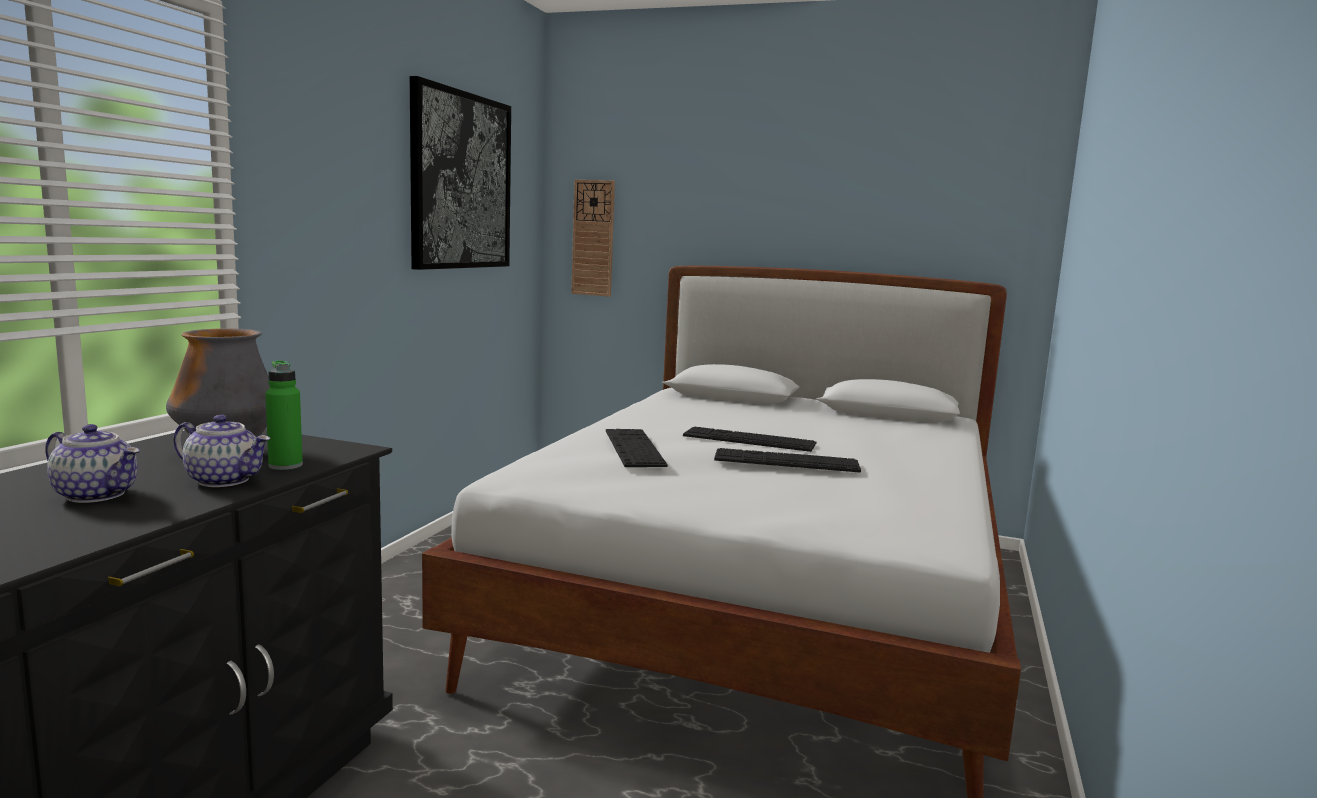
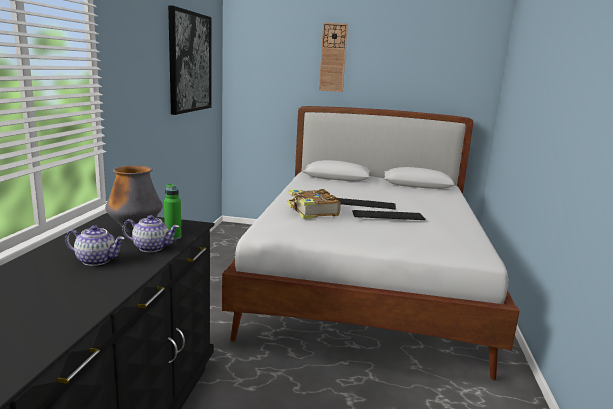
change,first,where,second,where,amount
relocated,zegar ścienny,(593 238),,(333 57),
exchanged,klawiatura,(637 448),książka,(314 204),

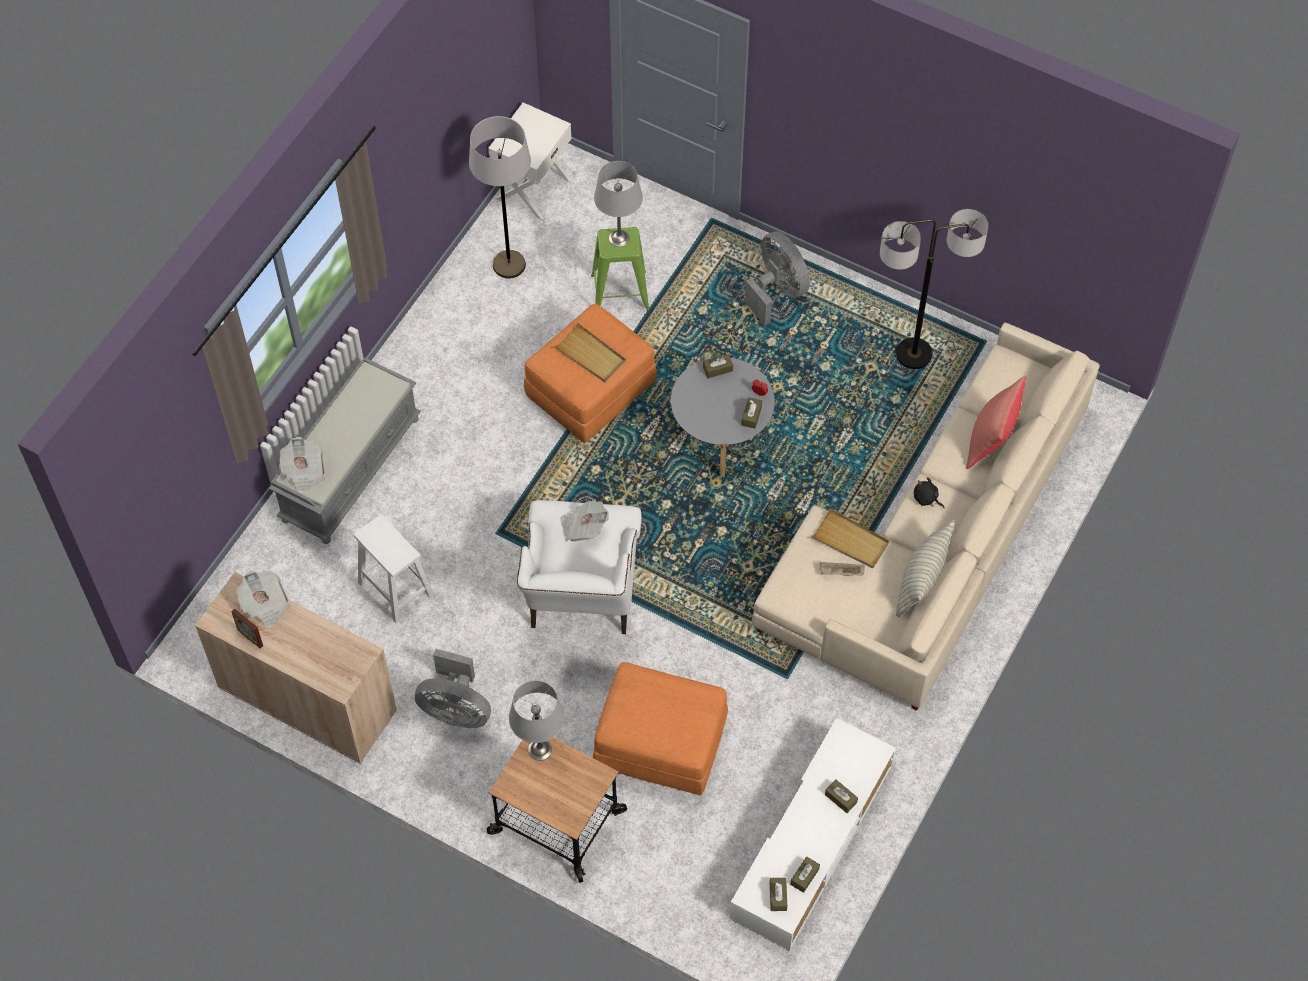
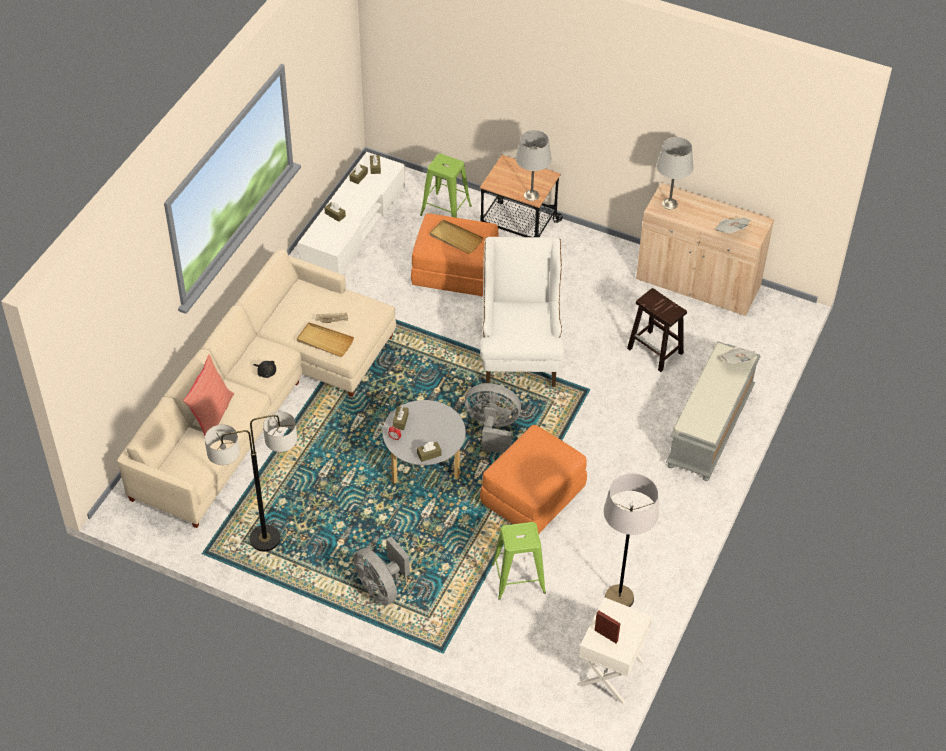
change,first,where,second,where,amount
missing,gazeta,(584 521),,,
missing,poduszka,(925 568),,,
appeared,,,stołek (zielony),(446 185),
relocated,ramka na zdjęcie,(247 629),,(607 626),
relocated,wentylator (szary),(453 688),,(493 418),
relocated,taca (beżowy),(589 352),,(457 236),
relocated,lampa stołowa (szary),(618 204),,(674 173),
colour,stołek (biały),(394 568),stołek (brązowy),(657 330),

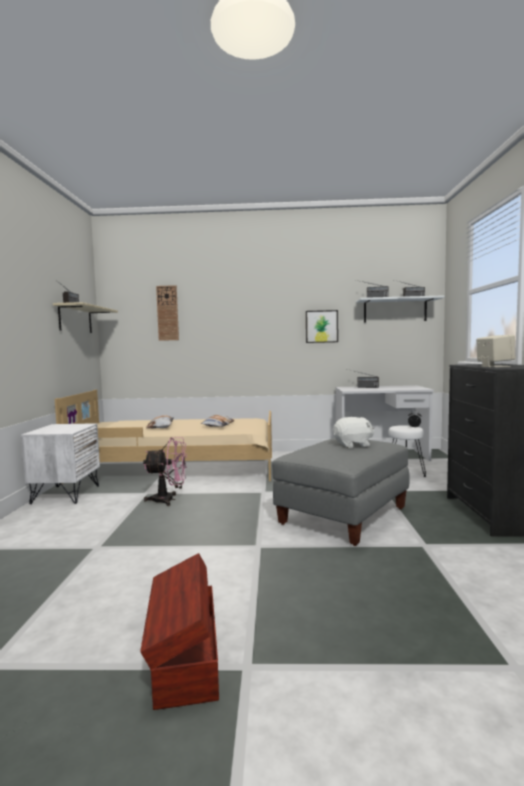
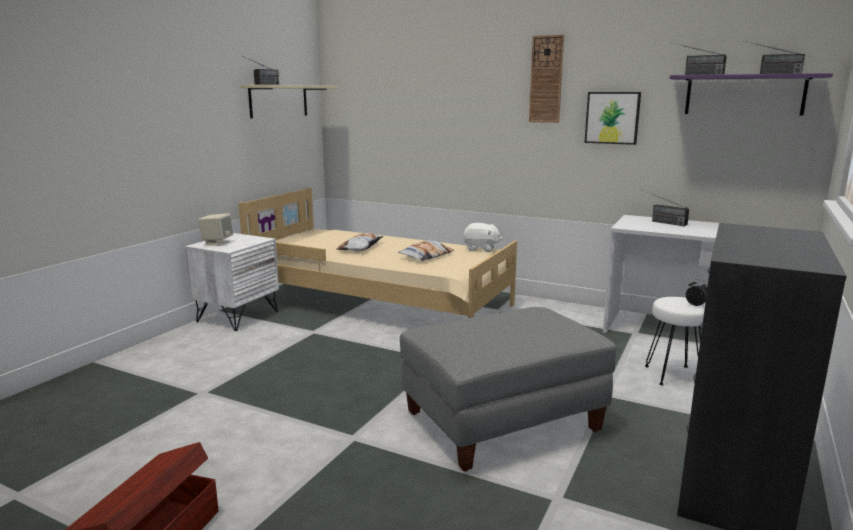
change,first,where,second,where,amount
missing,wentylator (różowy),(165 471),,,
relocated,zegar ścienny,(167 313),,(546 79),
relocated,pluszak (biały),(354 432),,(483 237),
relocated,głośnik (beżowy),(496 351),,(215 229),
colour,półka (biały),(400 309),półka (fioletowy),(751 94),

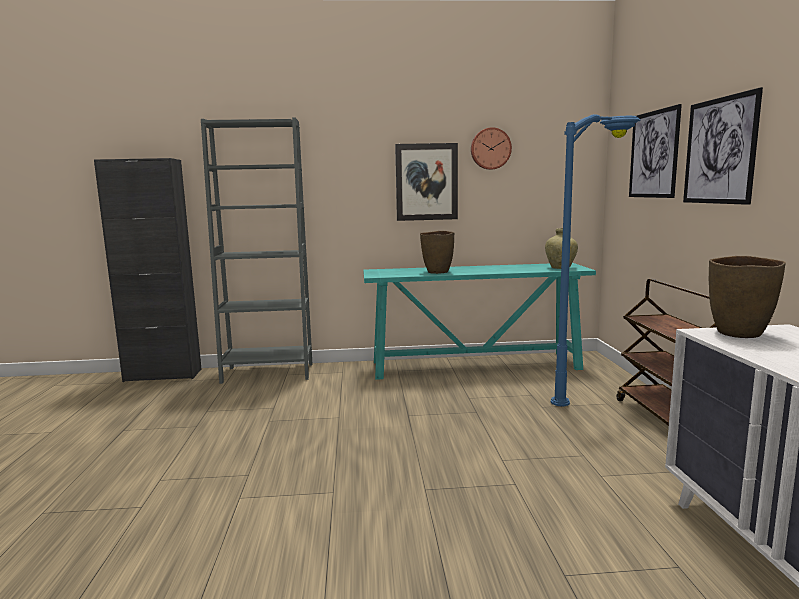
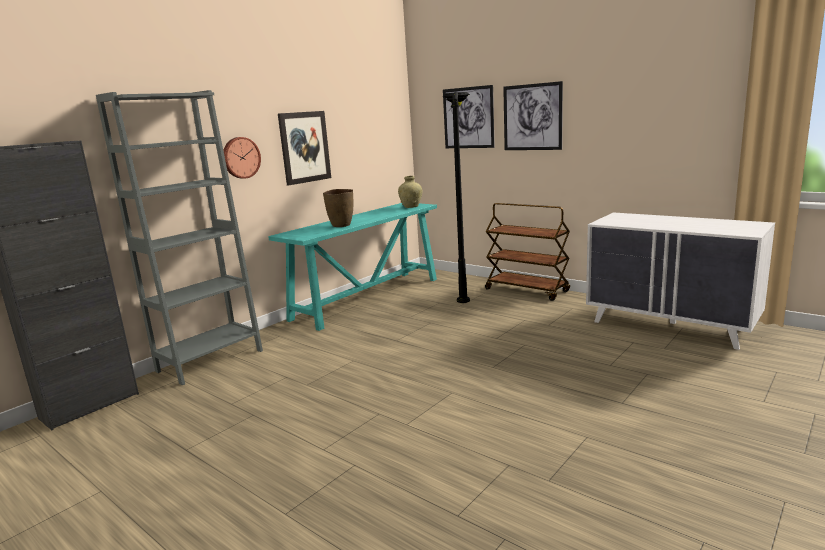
change,first,where,second,where,amount
missing,wazon (brązowy),(747 297),,,
relocated,zegar ścienny,(491 148),,(242 158),
colour,lampa stojąca (niebieski),(596 260),lampa stojąca (czarny),(456 197),

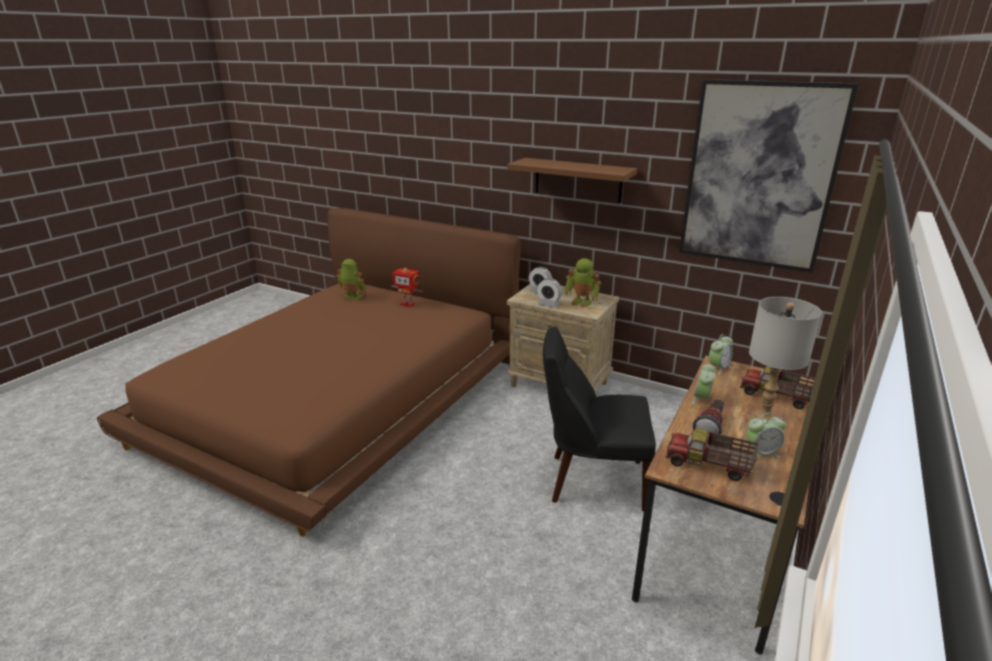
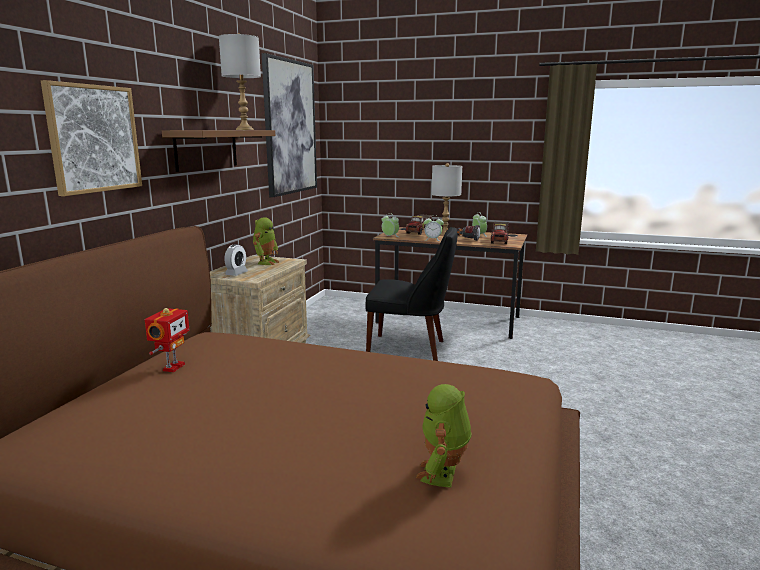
change,first,where,second,where,amount
missing,budzik,(549 293),,,
appeared,,,obraz,(91 138),
appeared,,,lampa stołowa (szary),(240 81),
relocated,robot zabawkowy,(351 279),,(444 436),
spun,krzesło (czarny),(599 419),,(411 294),75 degrees counterclockwise

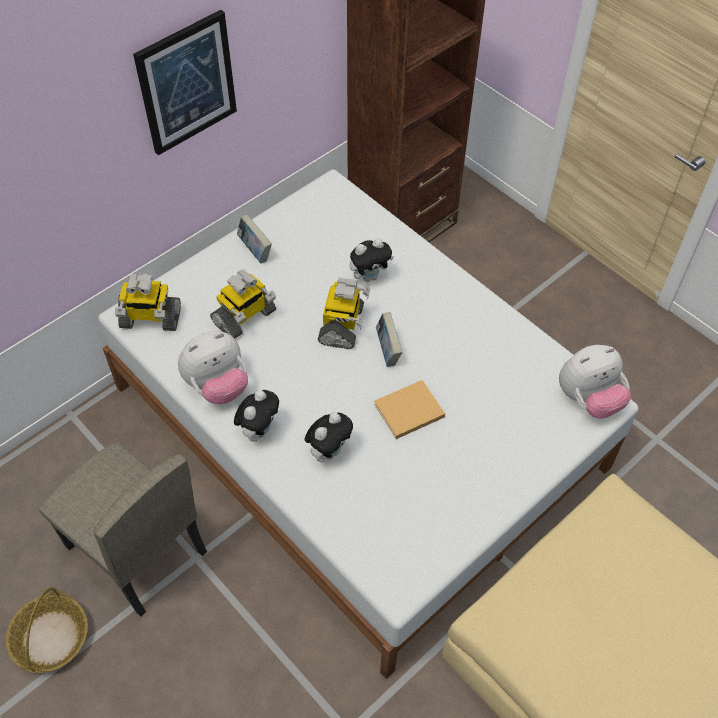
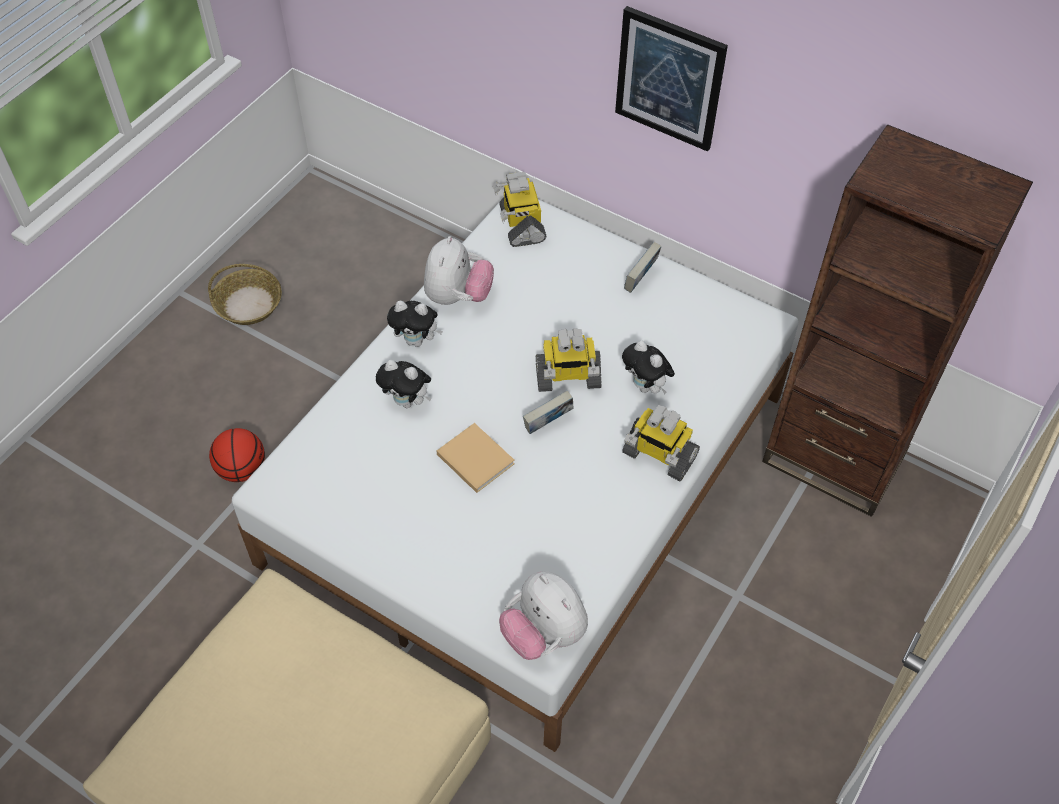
change,first,where,second,where,amount
missing,krzesło (beżowy),(123 529),,,
appeared,,,piłka do koszykówki,(237 455),
relocated,robot zabawkowy,(243 304),,(661 443),
spun,pluszak,(213 367),,(459 270),120 degrees counterclockwise

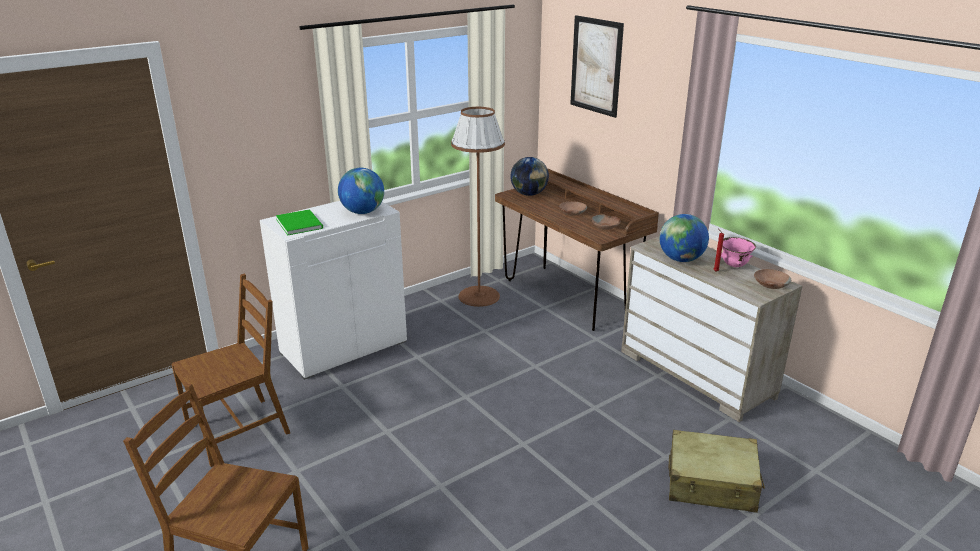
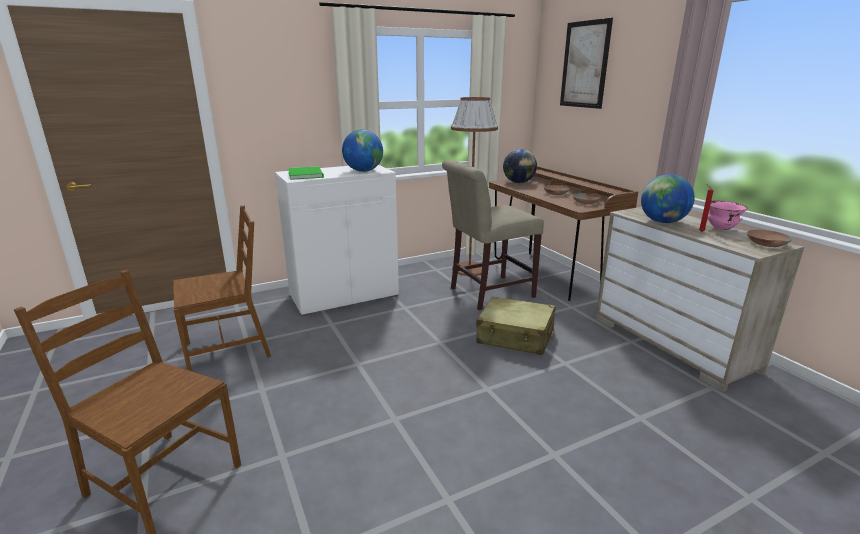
change,first,where,second,where,amount
appeared,,,krzesło (beżowy),(493 235),
relocated,walizka (beżowy),(716 471),,(515 326),

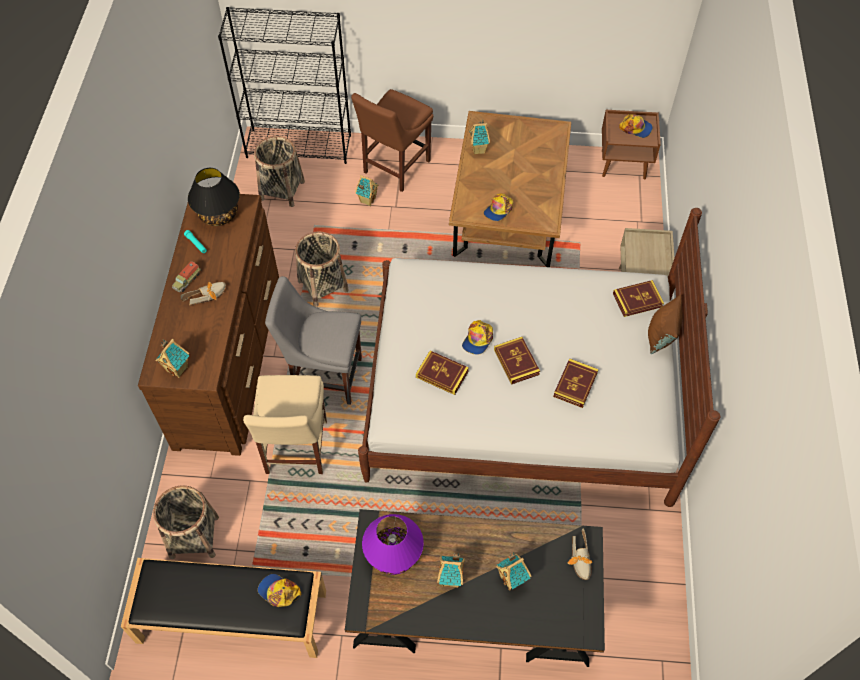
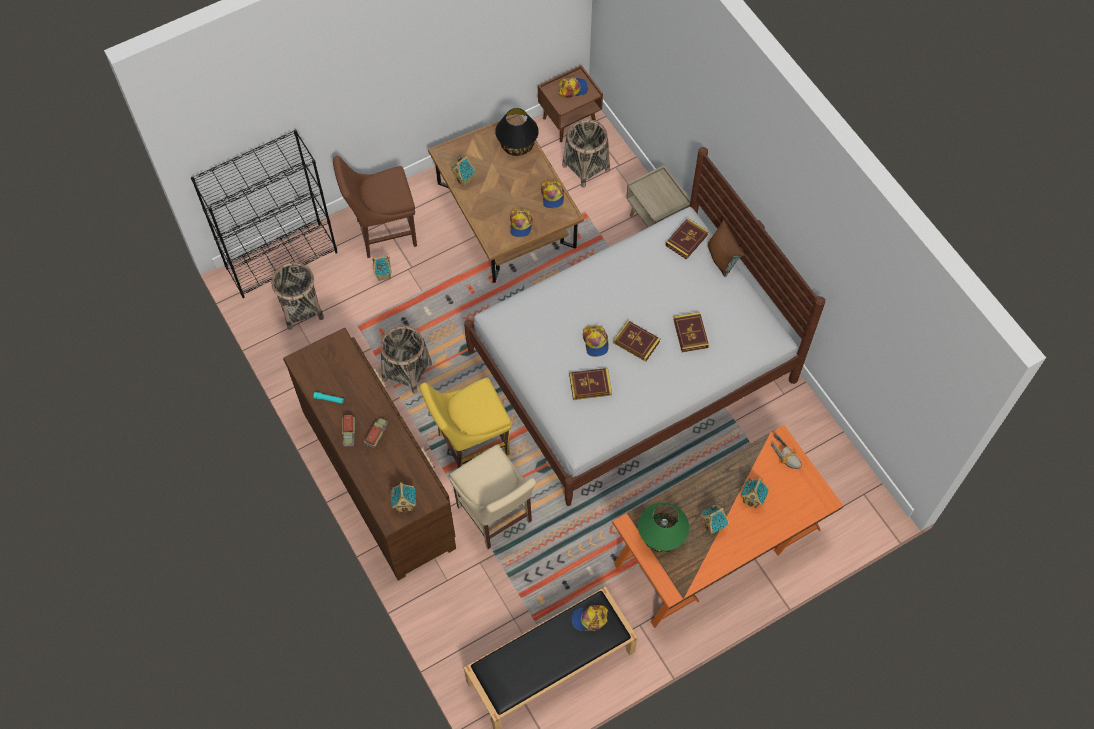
change,first,where,second,where,amount
appeared,,,czapka z daszkiem,(552 194),
relocated,koszyk,(186 522),,(586 153),
relocated,lampa stołowa (czarny),(214 197),,(517 132),
exchanged,but,(203 294),ciężarówka zabawkowa,(376 433),
colour,krzesło (szary),(313 340),krzesło (żółty),(465 422),
colour,biurko (czarny),(475 588),biurko (pomarańczowy),(727 526),
colour,lampa stołowa (fioletowy),(393 544),lampa stołowa (zielony),(663 527),
spun,krzesło (brązowy),(392 140),,(375 207),75 degrees clockwise

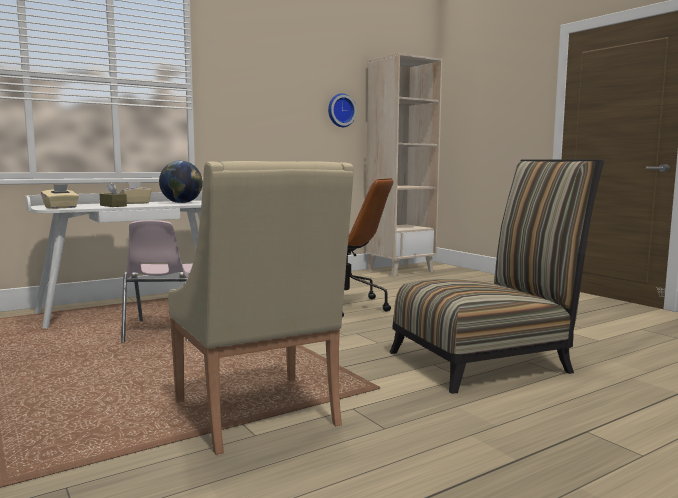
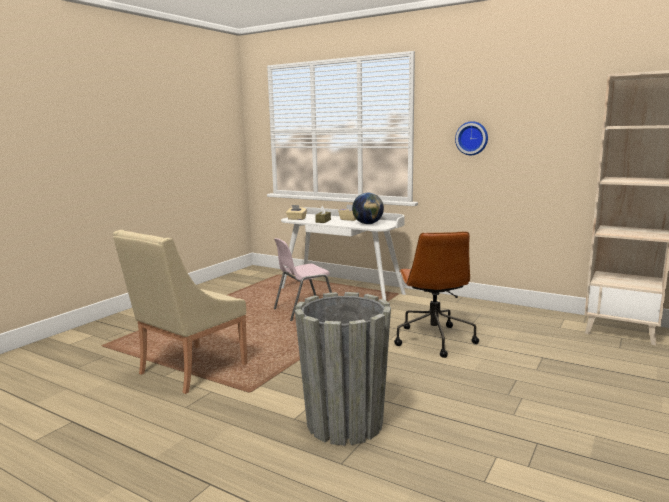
change,first,where,second,where,amount
relocated,zegar ścienny,(342 110),,(471 138),
exchanged,krzesło,(496 276),donica (szary),(343 368),

